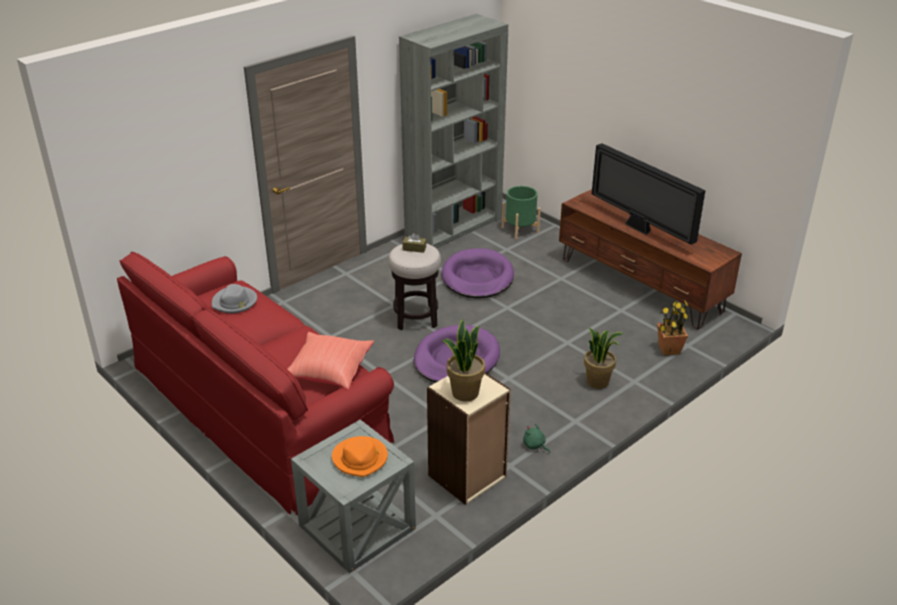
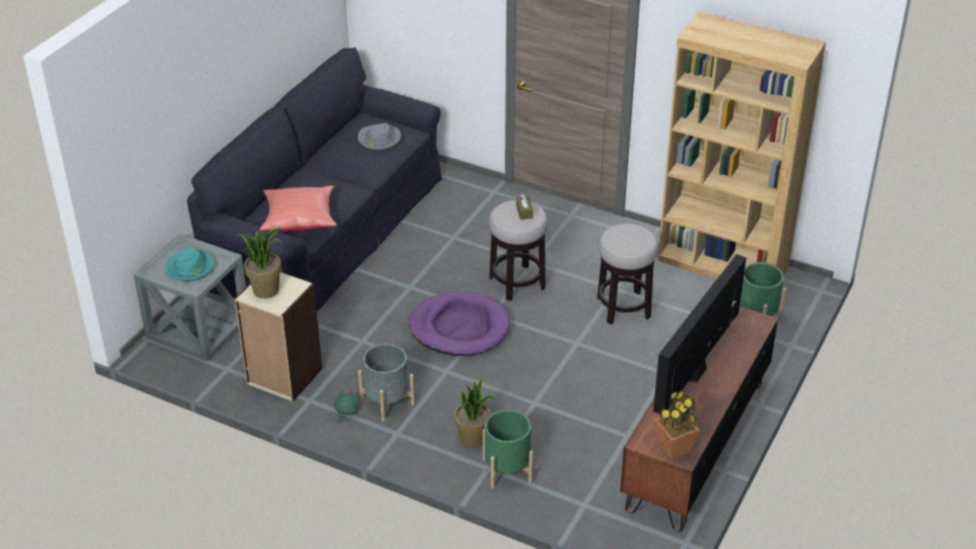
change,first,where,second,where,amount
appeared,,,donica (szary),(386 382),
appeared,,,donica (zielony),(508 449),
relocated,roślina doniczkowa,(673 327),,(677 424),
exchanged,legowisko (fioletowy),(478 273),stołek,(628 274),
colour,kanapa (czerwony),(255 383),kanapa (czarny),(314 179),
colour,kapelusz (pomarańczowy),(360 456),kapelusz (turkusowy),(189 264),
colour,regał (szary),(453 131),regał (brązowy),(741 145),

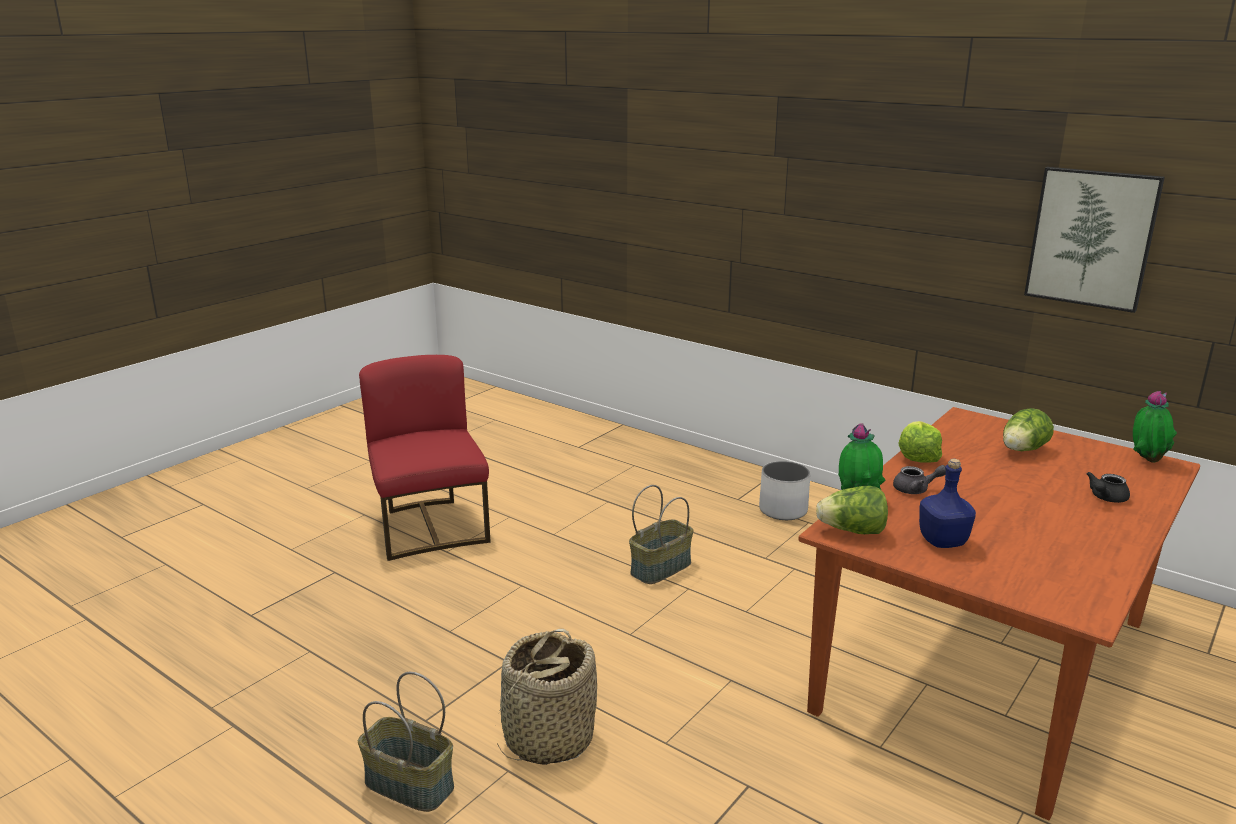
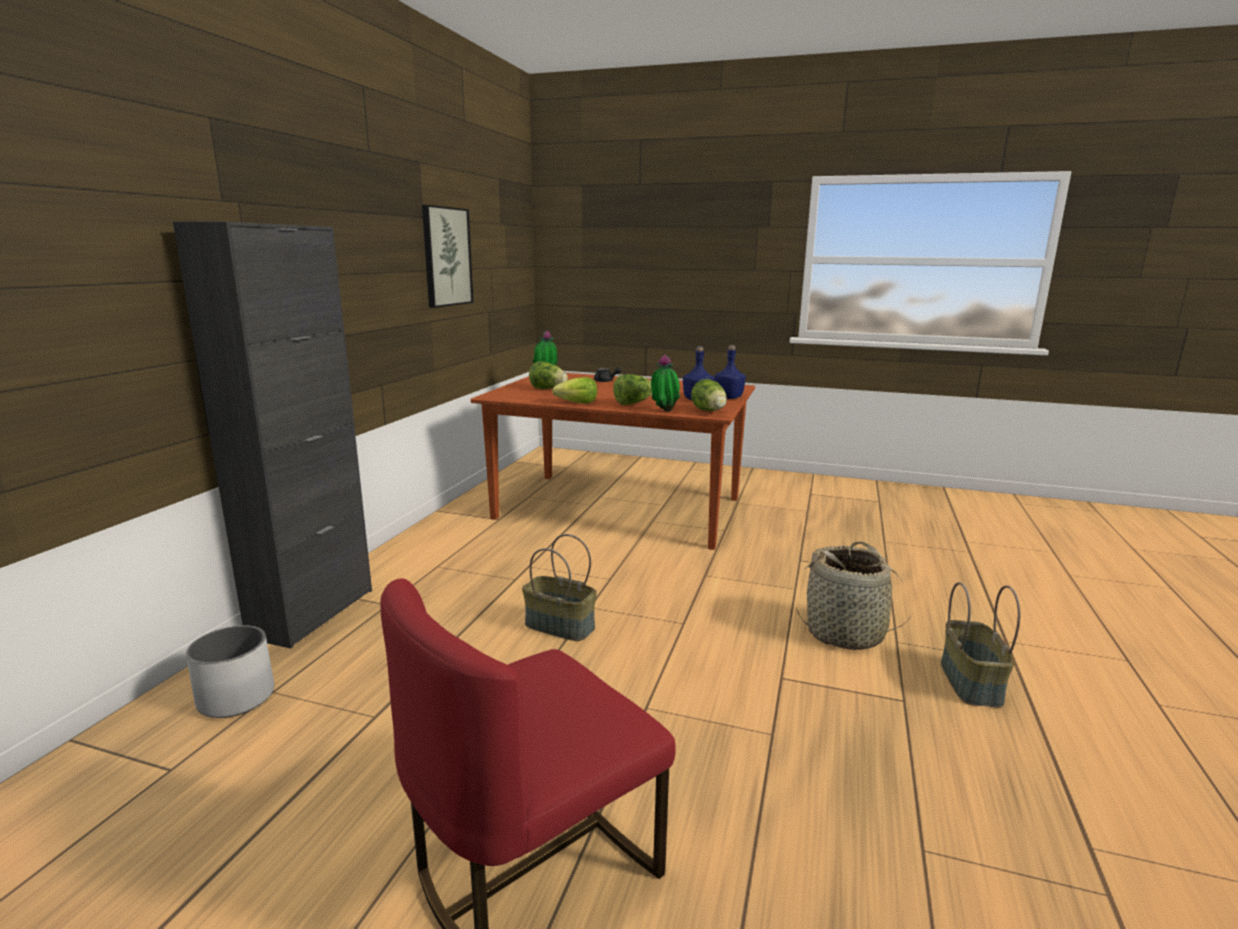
change,first,where,second,where,amount
appeared,,,szafka (czarny),(272 435),
appeared,,,butelka (niebieski),(730 372),
relocated,donica (biały),(785 490),,(230 671),
exchanged,imbryk (szary),(919 479),sałata,(632 389),

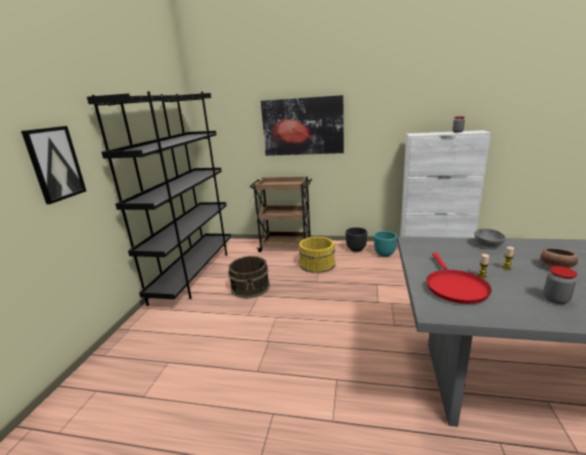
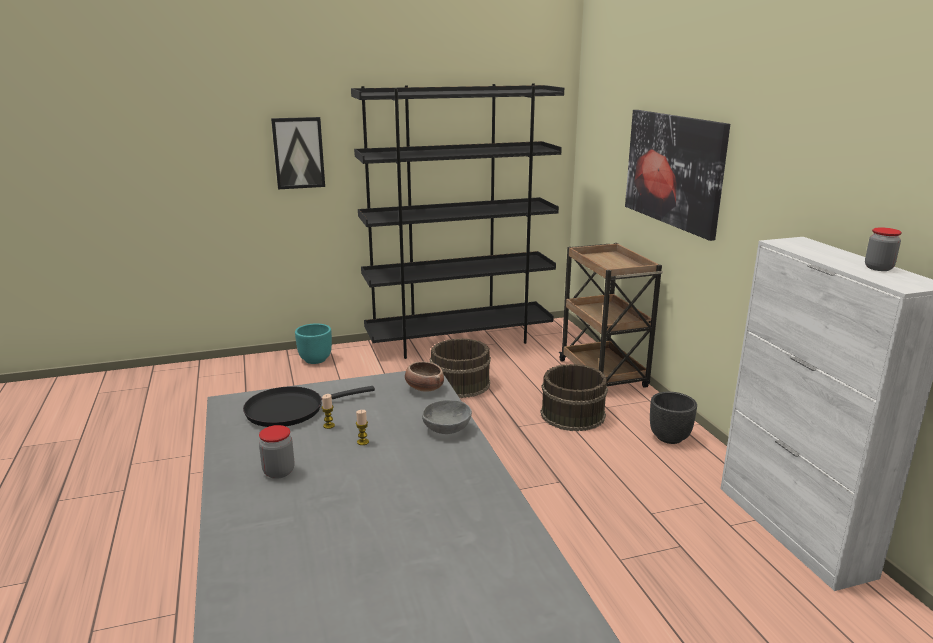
change,first,where,second,where,amount
relocated,donica (turkusowy),(385 244),,(313 343),
relocated,miska,(559 258),,(424 377),
colour,wiadro (żółty),(317 255),wiadro (brązowy),(574 397),
colour,patelnia (czerwony),(459 278),patelnia (czarny),(309 406),

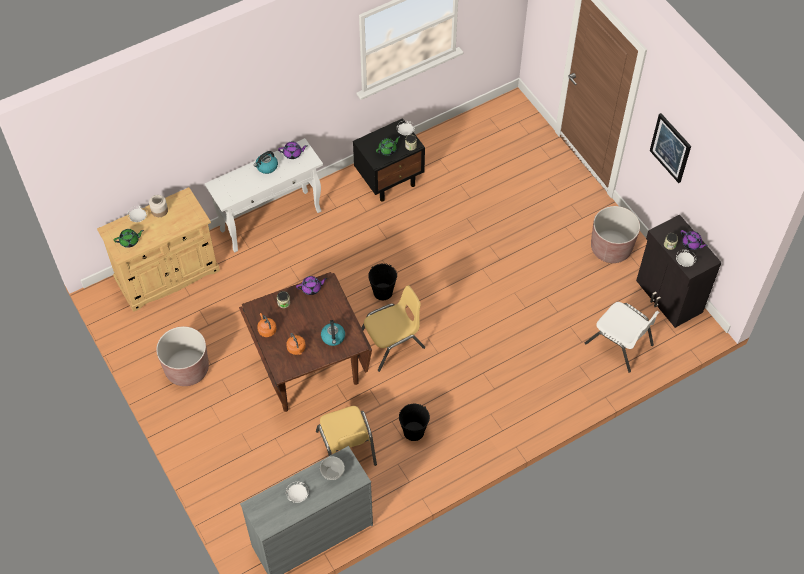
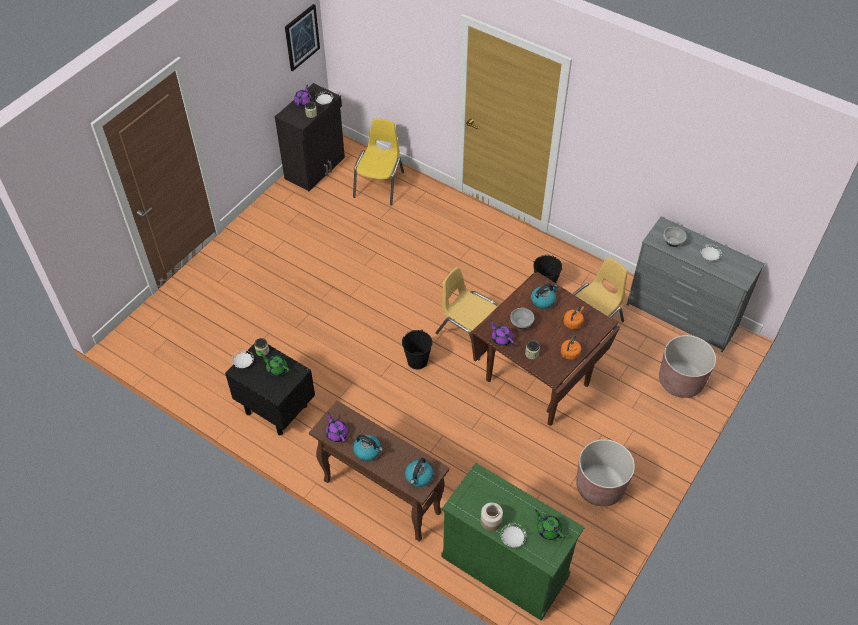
change,first,where,second,where,amount
appeared,,,czajnik,(419 472),
appeared,,,miska,(522 318),
relocated,donica (brązowy),(615 234),,(687 366),
relocated,obraz,(670 148),,(302 37),
colour,szafka (beżowy),(158 249),szafka (zielony),(513 542),
colour,stolik konsolowy (biały),(264 195),stolik konsolowy (brązowy),(379 471),
colour,krzesło (biały),(622 337),krzesło (żółty),(378 161),

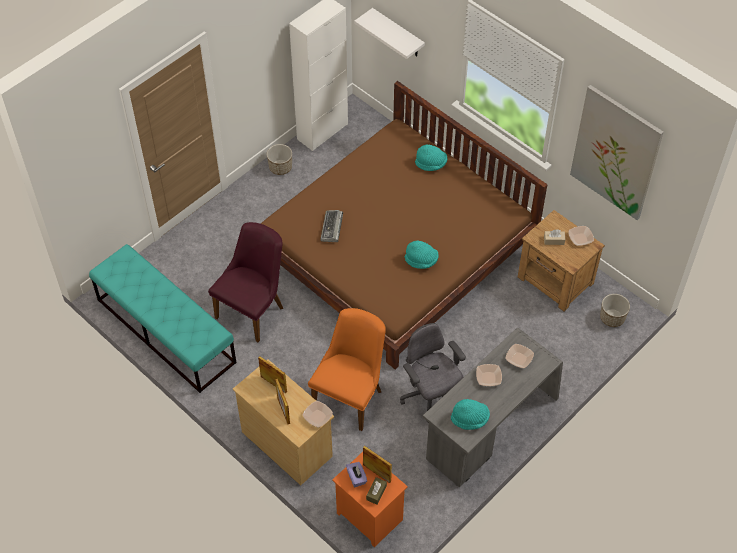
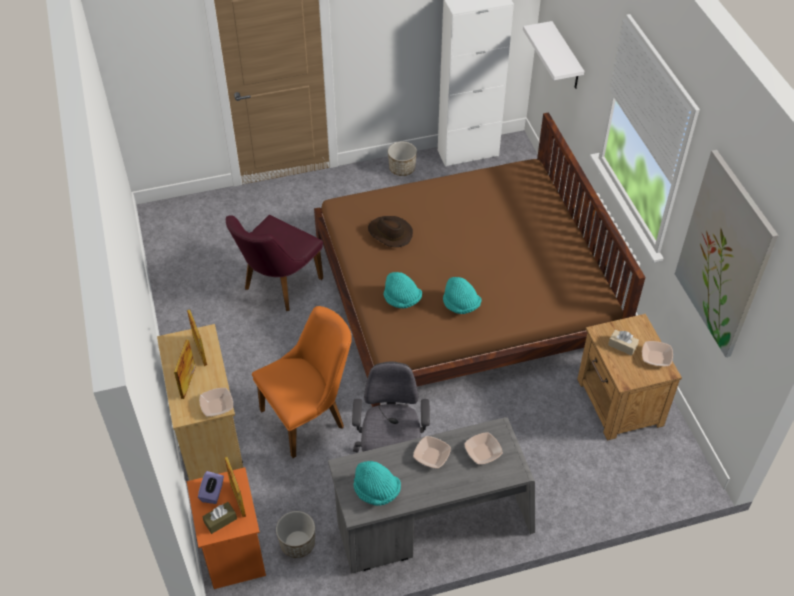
change,first,where,second,where,amount
missing,ławka (turkusowy),(162 318),,,
relocated,kapelusz (turkusowy),(431 157),,(403 290),
relocated,donica,(615 310),,(295 534),
exchanged,klawiatura,(331 226),kapelusz (brązowy),(390 231),
spun,krzesło (fioletowy),(245 282),,(274 263),150 degrees clockwise

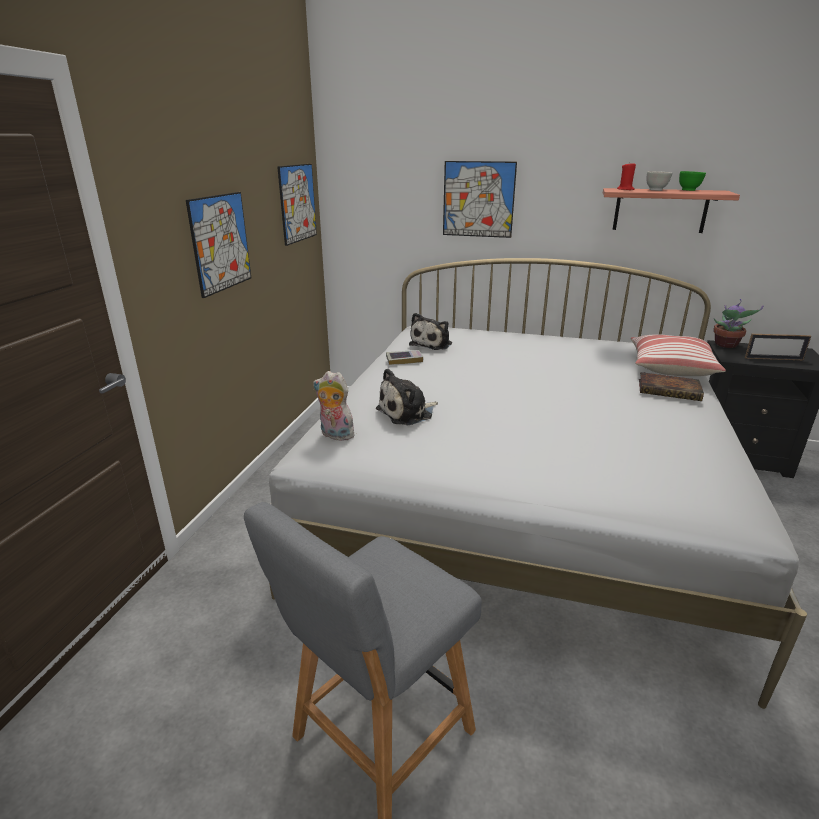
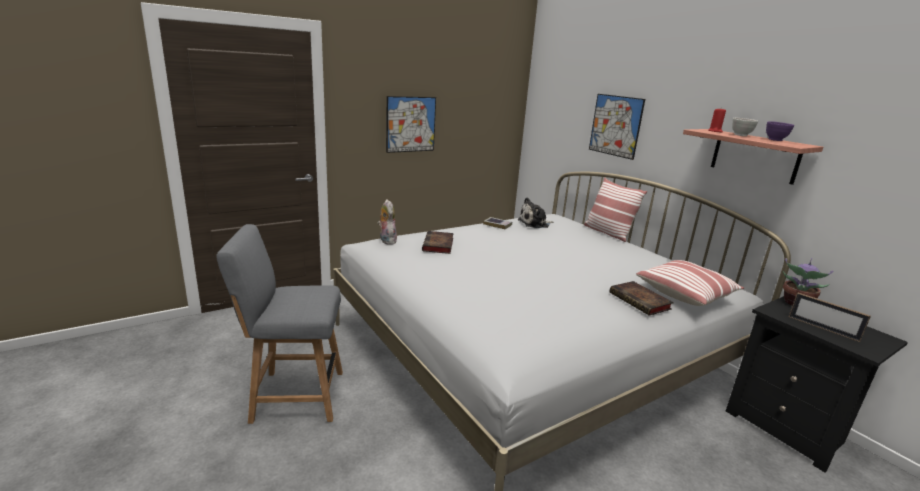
change,first,where,second,where,amount
missing,obraz,(297 205),,,
appeared,,,poduszka,(615 210),
exchanged,pluszak,(407 396),książka,(438 242),
colour,miska (zielony),(692 181),miska (fioletowy),(780 131),

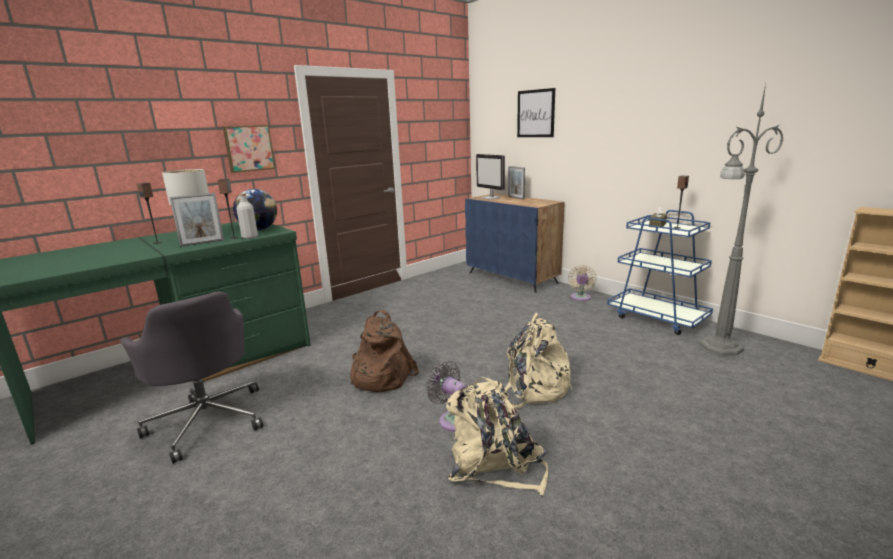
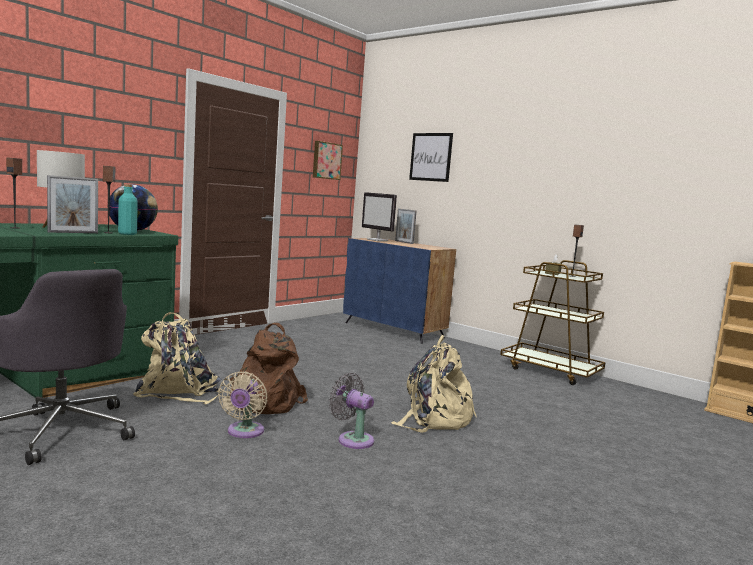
change,first,where,second,where,amount
missing,lampa stojąca (szary),(741 220),,,
relocated,obraz,(249 149),,(328 160),
relocated,plecak (beżowy),(497 436),,(177 358),
relocated,wentylator (beżowy),(582 283),,(242 405),
colour,butelka (szary),(247 216),butelka (turkusowy),(128 209),
colour,wózek (niebieski),(660 272),wózek (brązowy),(552 322),

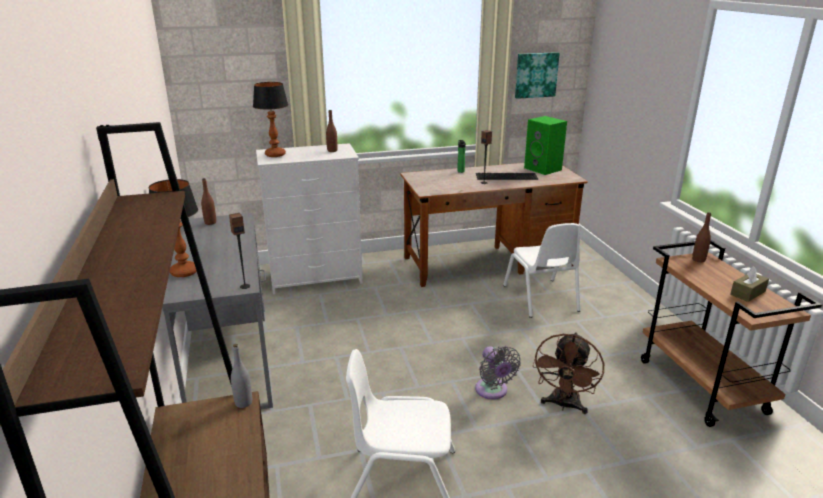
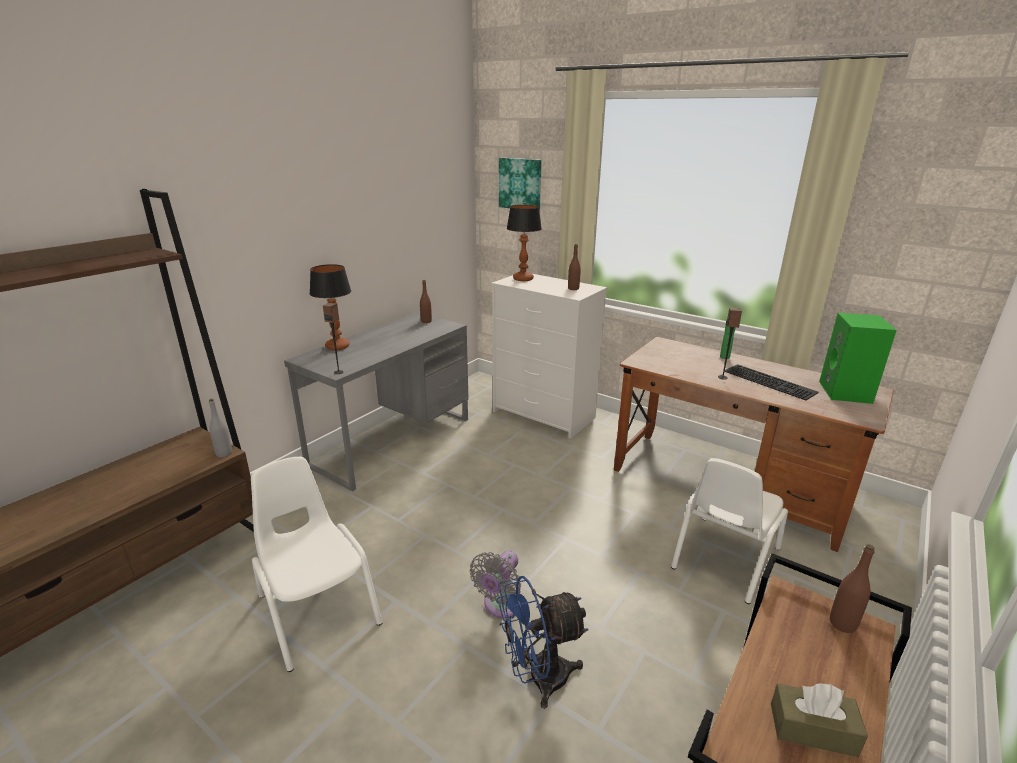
change,first,where,second,where,amount
relocated,obraz,(537 75),,(520 184),
colour,wentylator (brązowy),(568 373),wentylator (niebieski),(542 642),

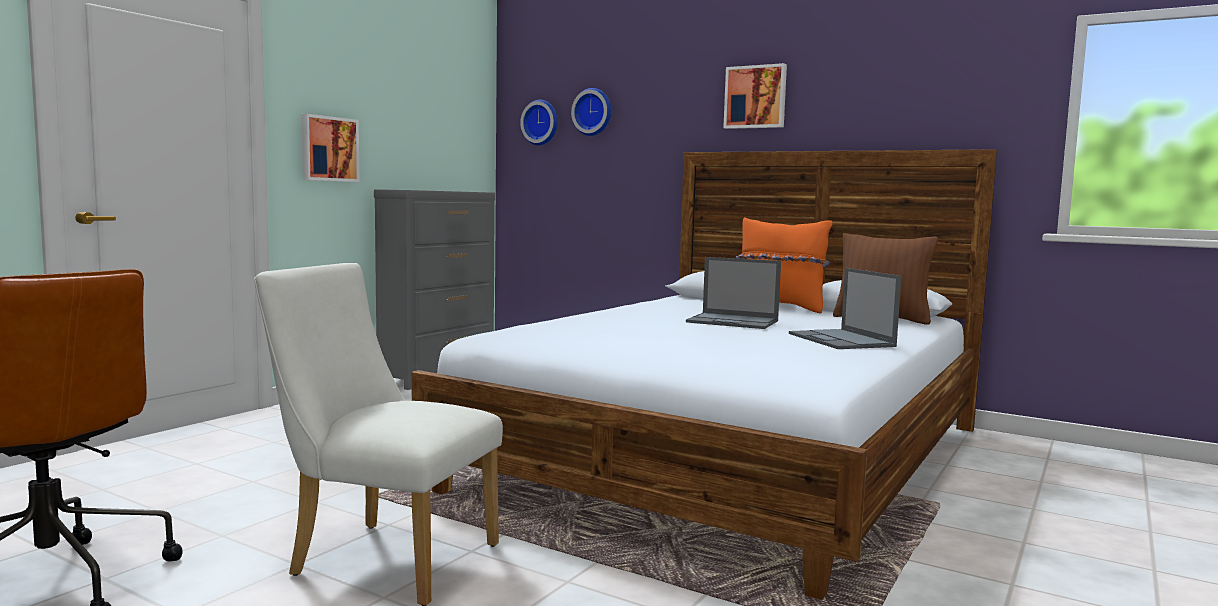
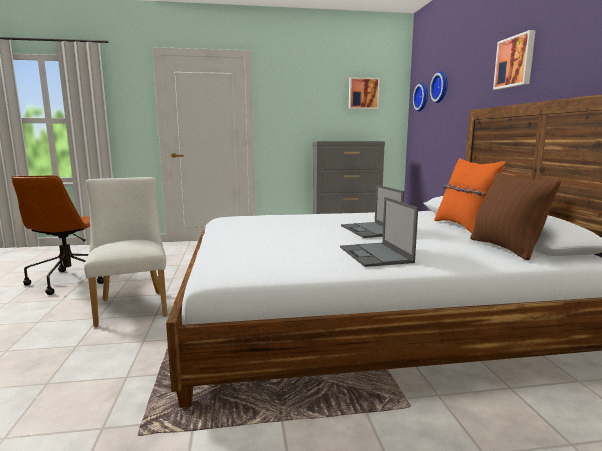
change,first,where,second,where,amount
relocated,obraz,(330 148),,(364 93),
spun,laptop,(845 308),,(379 232),45 degrees counterclockwise

